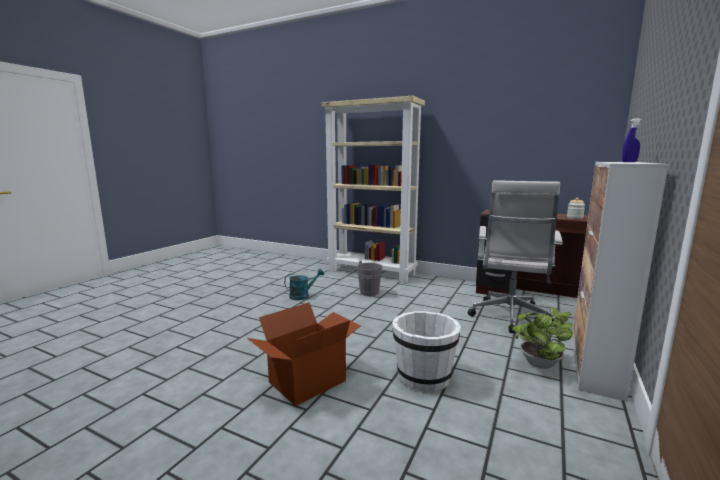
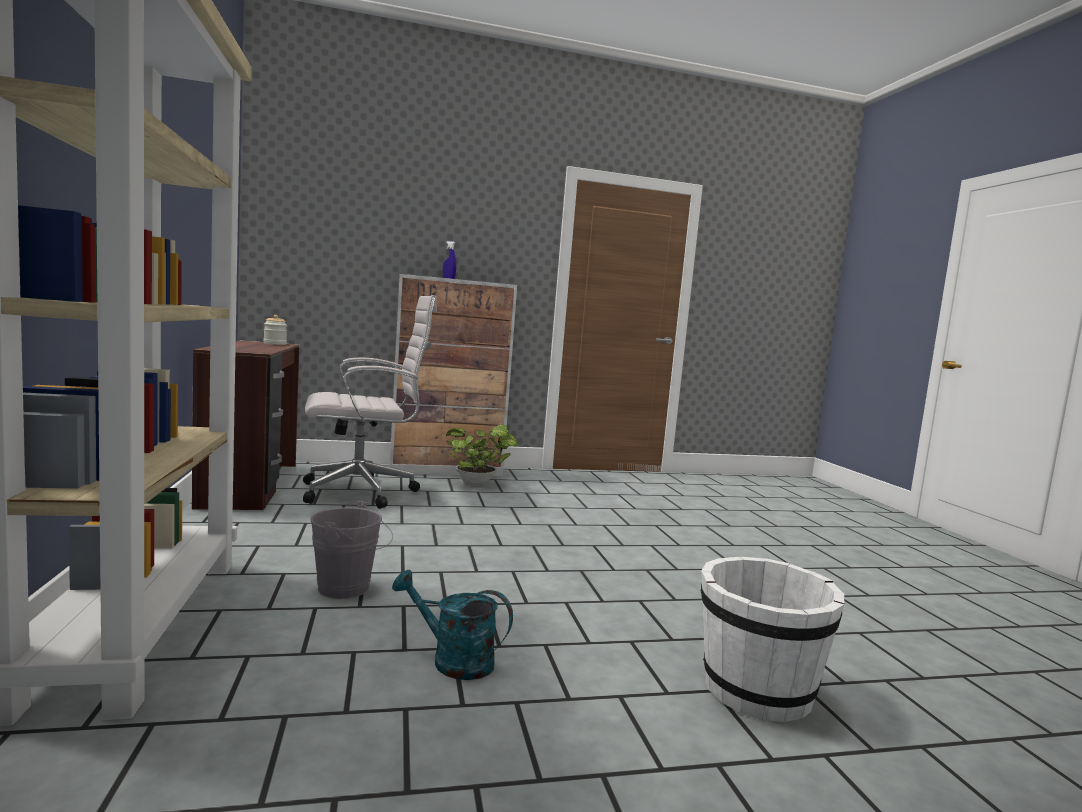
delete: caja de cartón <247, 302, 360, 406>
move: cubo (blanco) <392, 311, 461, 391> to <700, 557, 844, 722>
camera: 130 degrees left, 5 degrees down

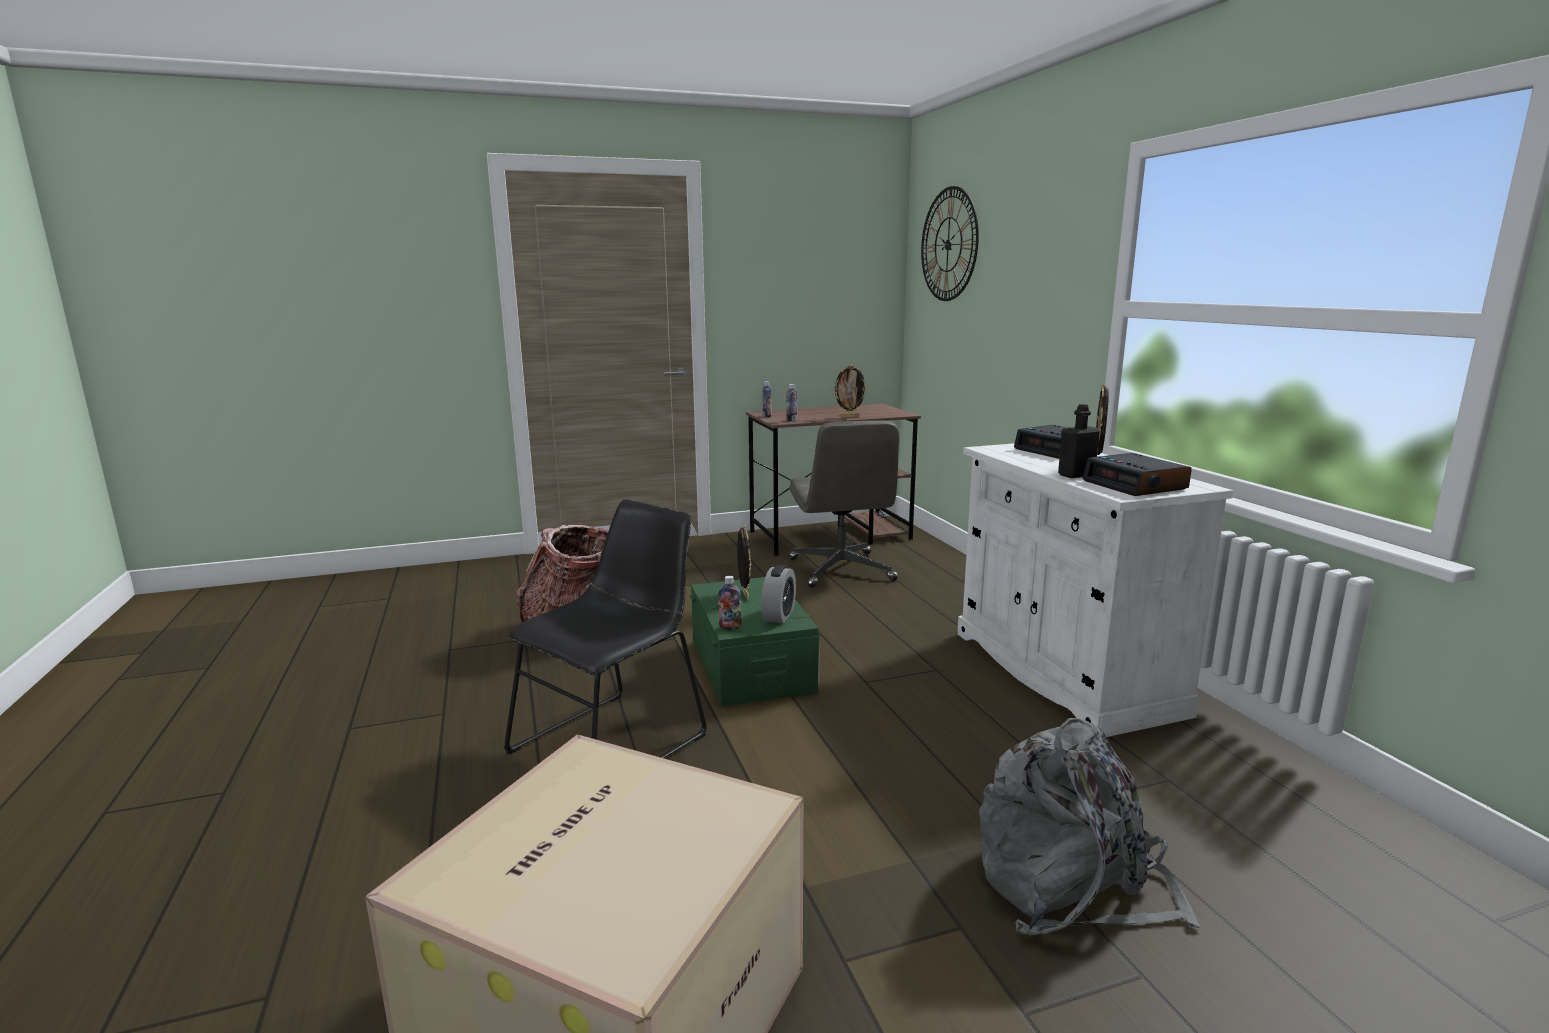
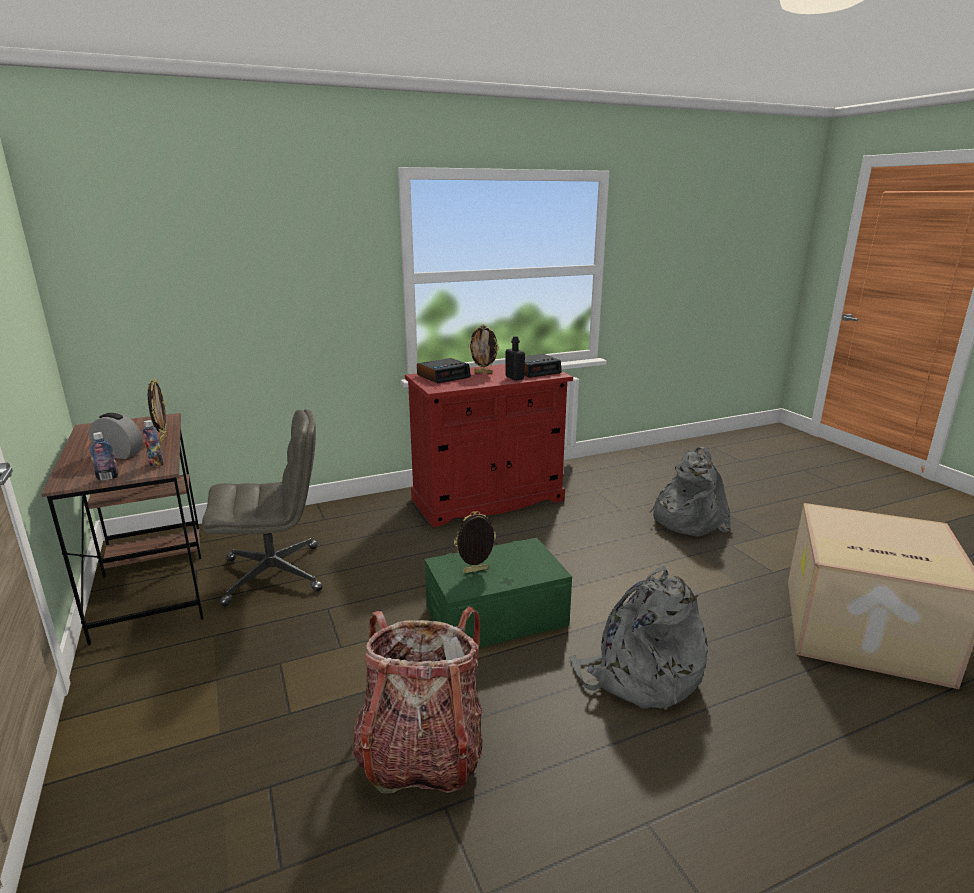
delete: botella <718, 576, 742, 630>; reloj de pared <921, 186, 979, 301>
move: despertador <761, 565, 796, 623> to <89, 413, 142, 459>
replace: silla (negro) <503, 499, 707, 758> to mochila (gris) <569, 566, 708, 708>
recolor: armario (blanco) <957, 443, 1233, 737> to armario (rojo) <405, 364, 573, 527>
camera: 95 degrees left, 5 degrees up

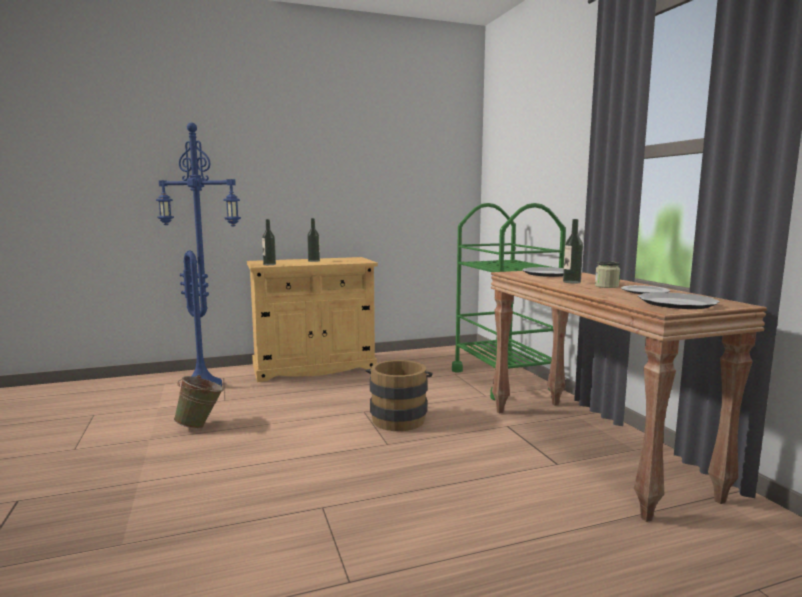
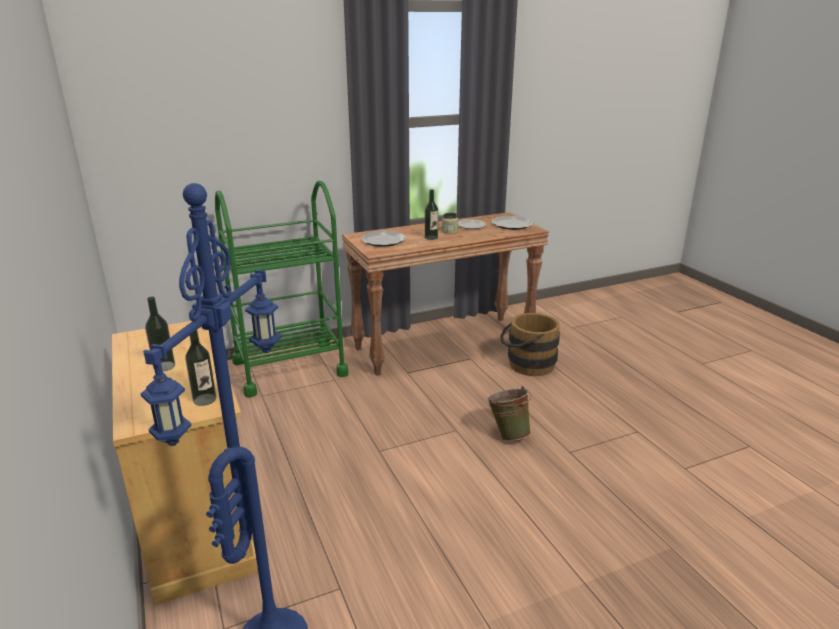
move: cubo (verde) <174, 375, 224, 429> to <487, 386, 532, 441>; cubo (marrón) <366, 360, 432, 431> to <500, 313, 560, 376>
camera: 95 degrees left, 15 degrees up

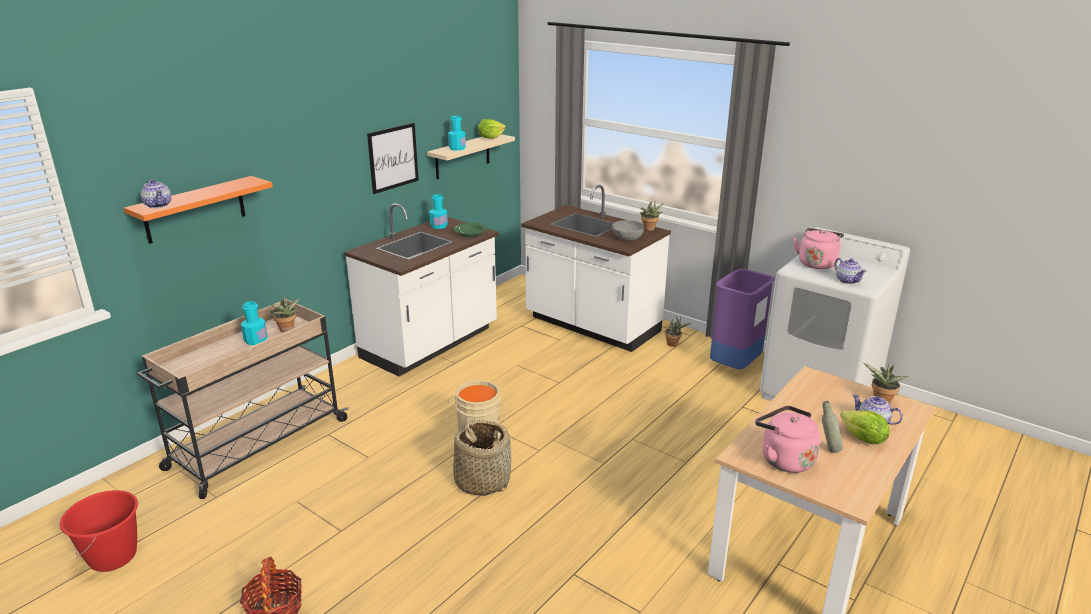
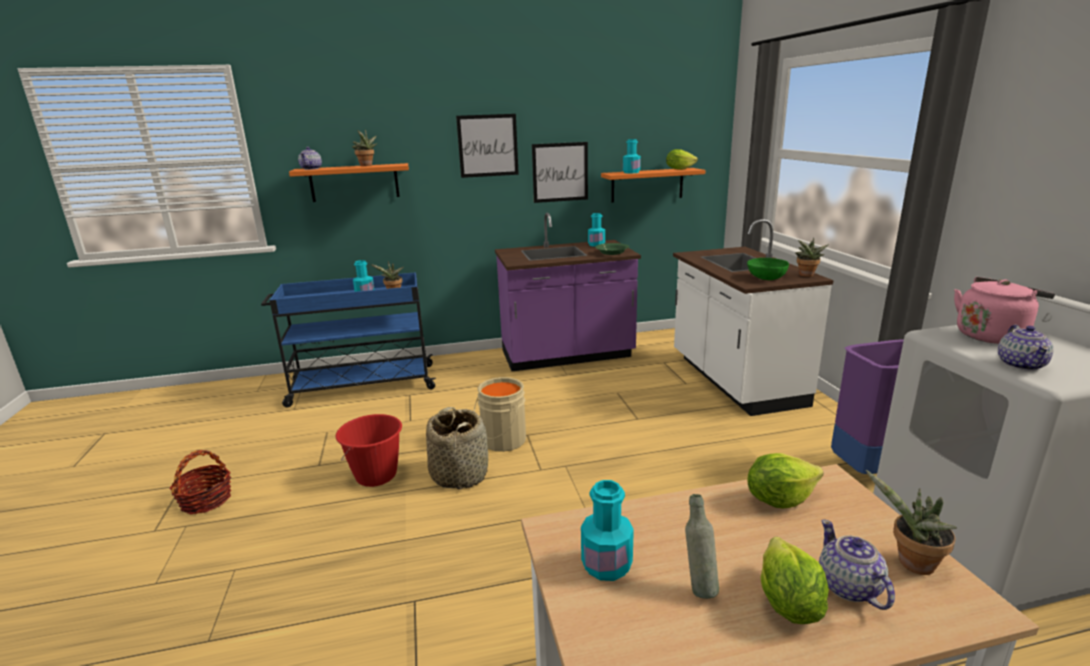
insert: cuadro <456, 114, 519, 178>; lechuga <748, 453, 824, 509>
move: cubo (rojo) <60, 490, 138, 572> to <336, 414, 402, 487>; planta en maceta <665, 316, 691, 347> to <352, 129, 377, 166>
replace: hervidor (rosa) <755, 406, 821, 473> to botella (turquesa) <581, 480, 634, 581>
recolor: carrito (beis) <137, 299, 348, 499> to carrito (azul) <261, 272, 436, 408>; mueble bajo de cocina (blanco) <344, 203, 499, 376> to mueble bajo de cocina (morado) <495, 213, 641, 371>; estante (beis) <427, 134, 515, 179> to estante (naranja) <601, 168, 705, 203>; cuenco (gris) <612, 220, 644, 241> to cuenco (verde) <747, 258, 789, 280>
camera: 40 degrees right, 5 degrees down

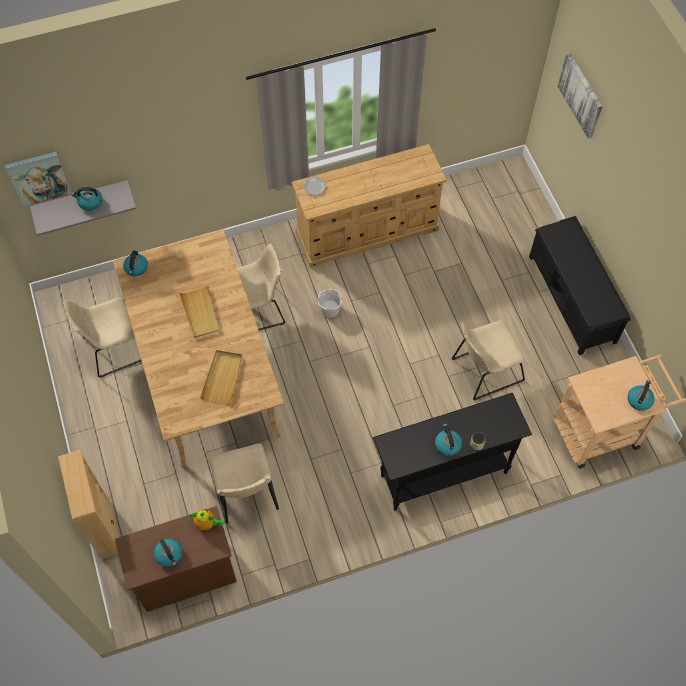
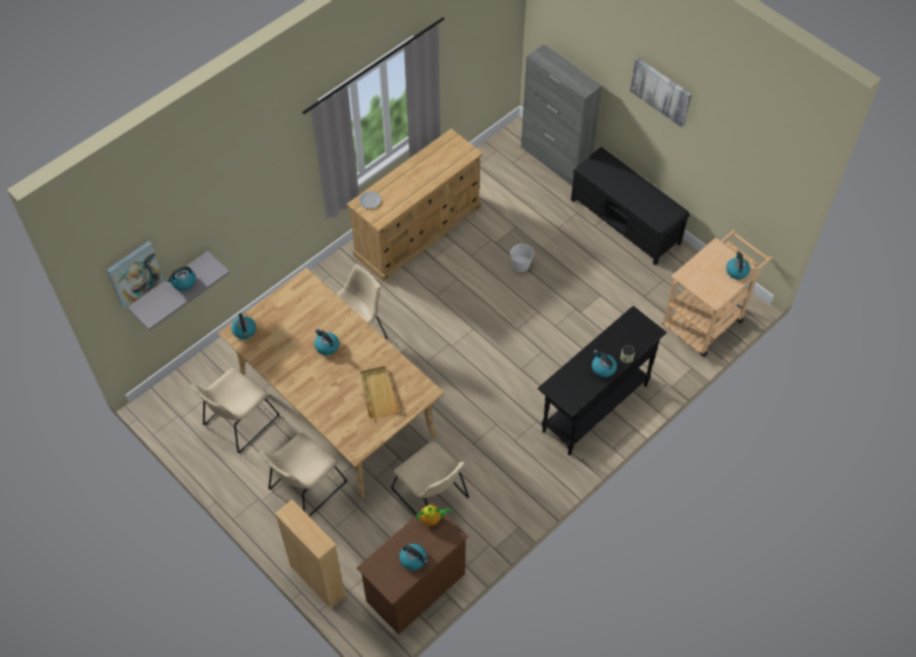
insert: armario (gris) <521, 44, 602, 186>
move: cubo (blanco) <318, 289, 342, 318> to <510, 244, 534, 272>; silla (beis) <451, 320, 525, 401> to <260, 433, 347, 517>; cuadro <558, 53, 603, 139> to <630, 58, 692, 127>
replace: bandeja (beis) <179, 285, 220, 338> to hervidor <314, 329, 339, 355>
camera: 25 degrees left, 5 degrees down

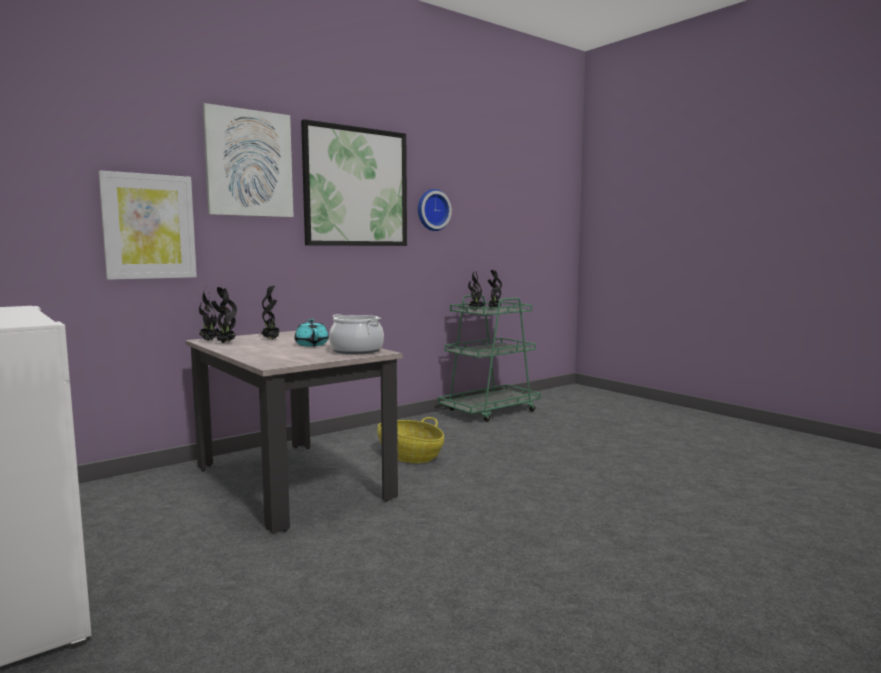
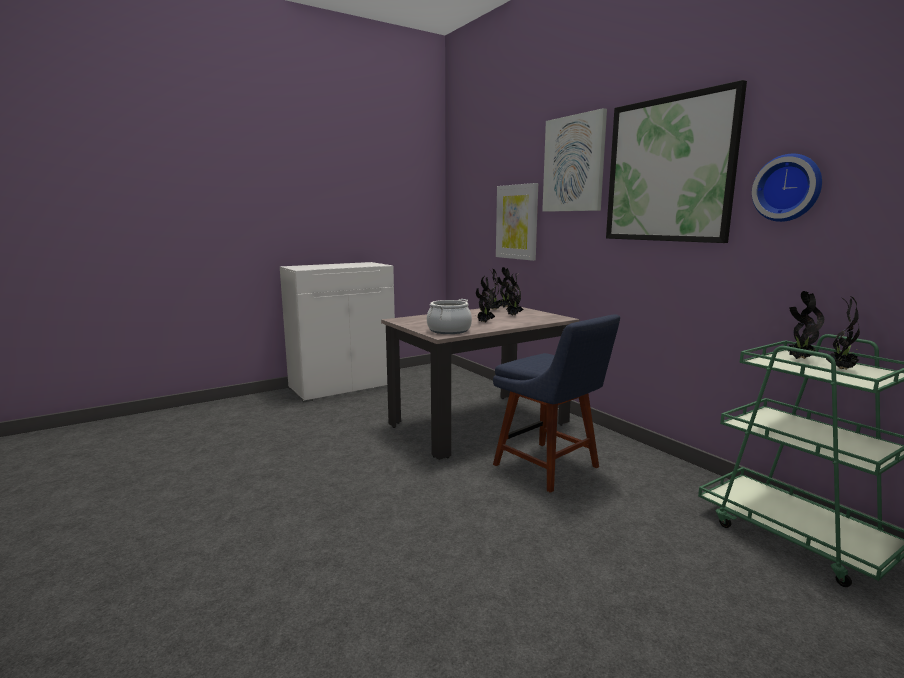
replace: tetera (turquesa) <294, 319, 329, 346> to planta en maceta <476, 276, 495, 322>; cesta <377, 417, 444, 463> to silla (azul) <493, 314, 620, 493>
camera: 95 degrees right, 5 degrees up

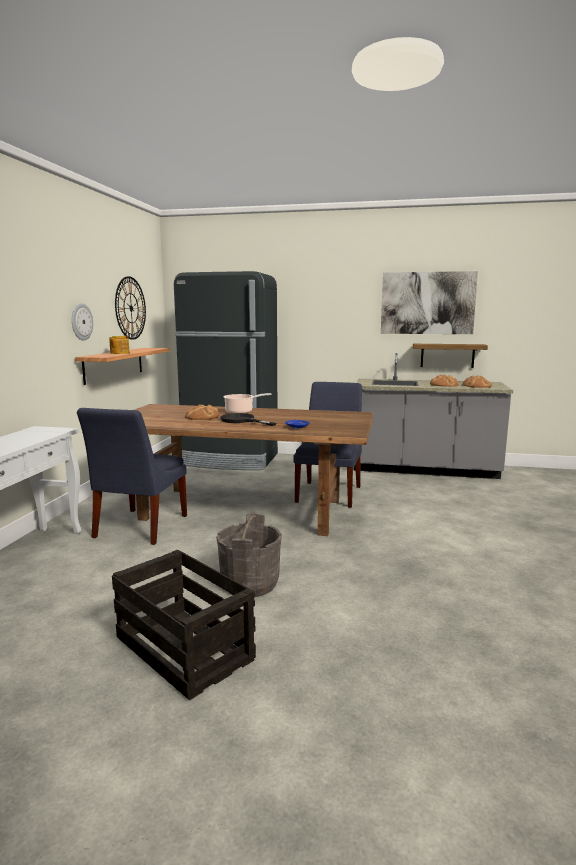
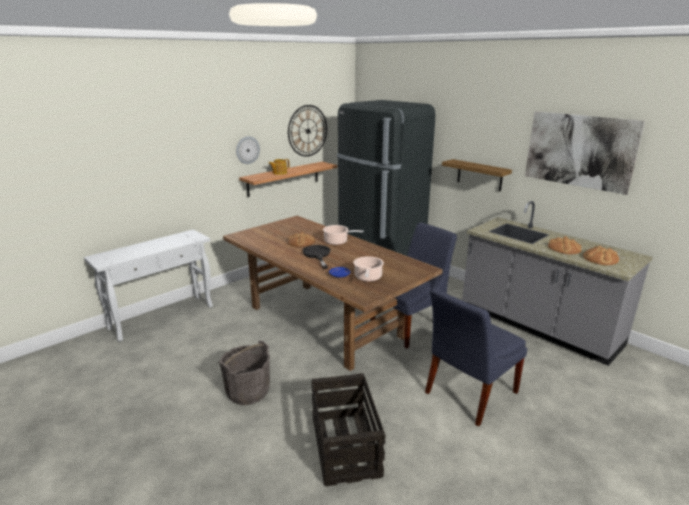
insert: olla <353, 256, 384, 282>
move: silla (azul) <77, 408, 187, 545> to <425, 288, 527, 426>; caja de embalaje <112, 550, 256, 700> to <311, 373, 385, 486>; estante <413, 344, 488, 368> to <442, 159, 512, 191>
camera: 35 degrees right, 10 degrees up

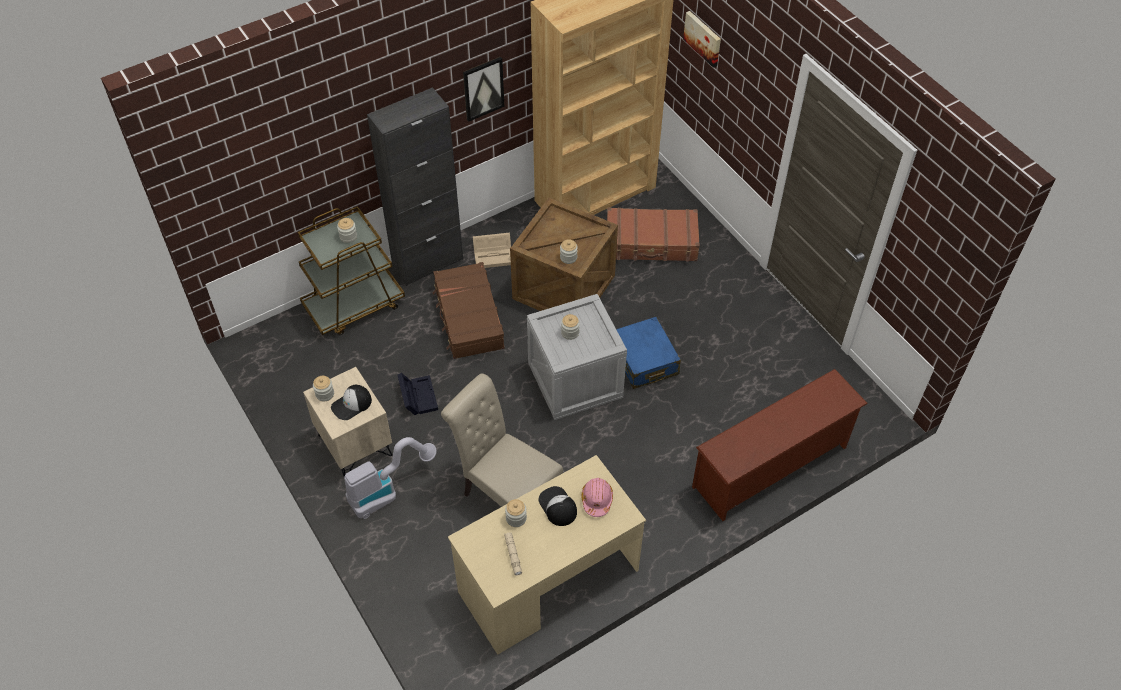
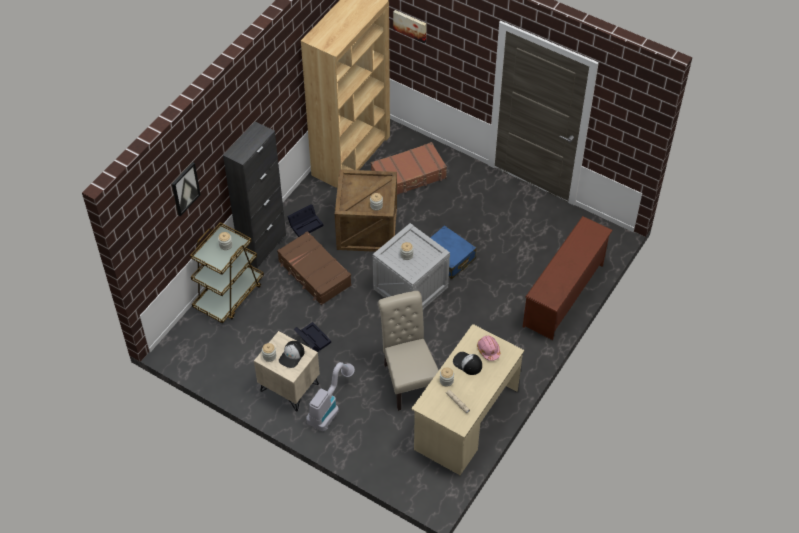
move: cuadro <463, 57, 504, 122> to <172, 162, 201, 216>
recolor: caja de almacenaje (beis) <473, 233, 511, 268> to caja de almacenaje (negro) <287, 204, 323, 237>
rotate: silla (beis) <441, 374, 563, 507> = <378, 291, 439, 411> 60 degrees clockwise
camera: 25 degrees left, 0 degrees up

